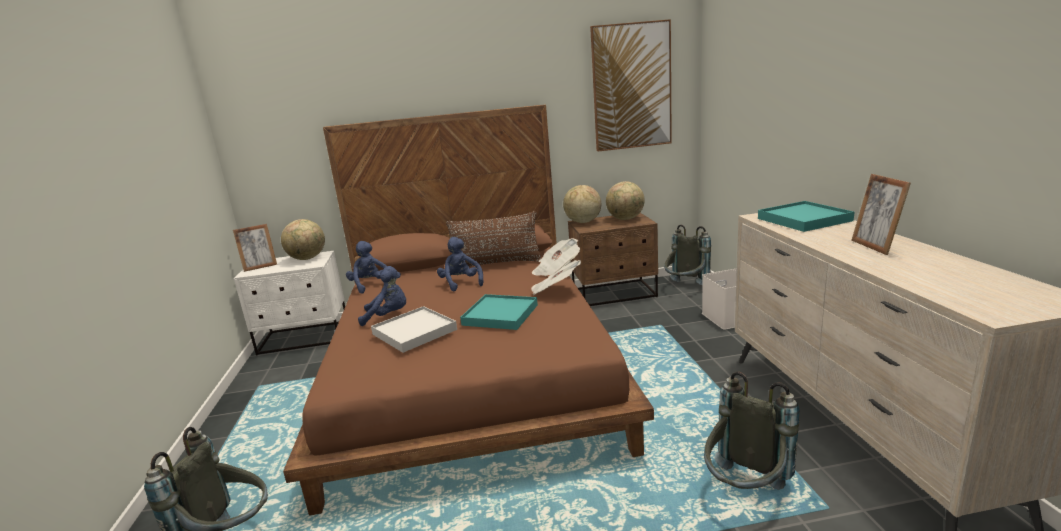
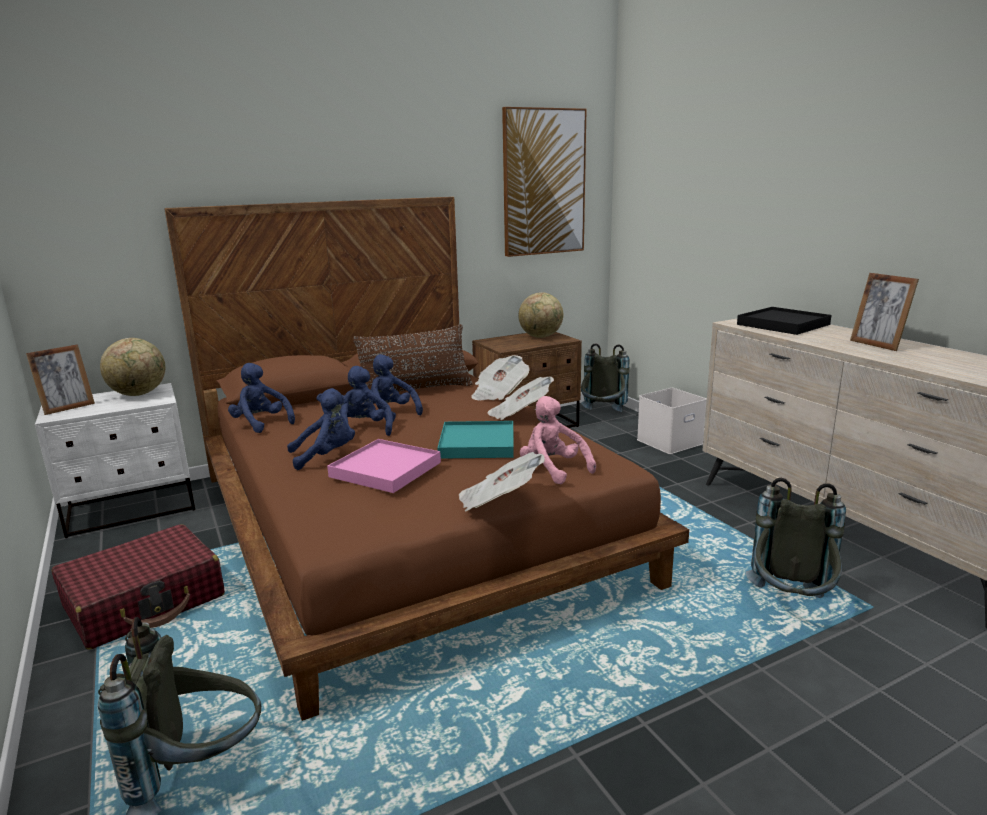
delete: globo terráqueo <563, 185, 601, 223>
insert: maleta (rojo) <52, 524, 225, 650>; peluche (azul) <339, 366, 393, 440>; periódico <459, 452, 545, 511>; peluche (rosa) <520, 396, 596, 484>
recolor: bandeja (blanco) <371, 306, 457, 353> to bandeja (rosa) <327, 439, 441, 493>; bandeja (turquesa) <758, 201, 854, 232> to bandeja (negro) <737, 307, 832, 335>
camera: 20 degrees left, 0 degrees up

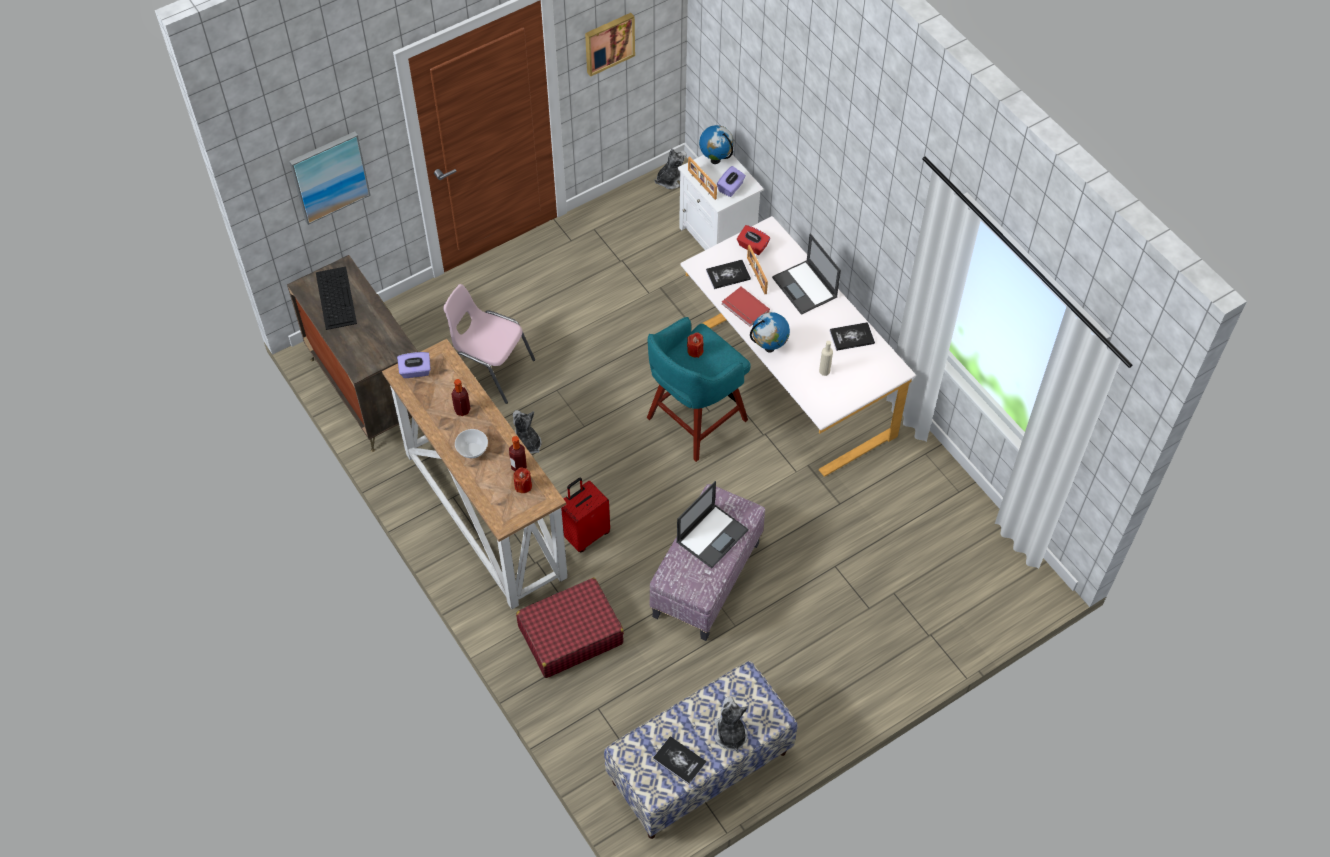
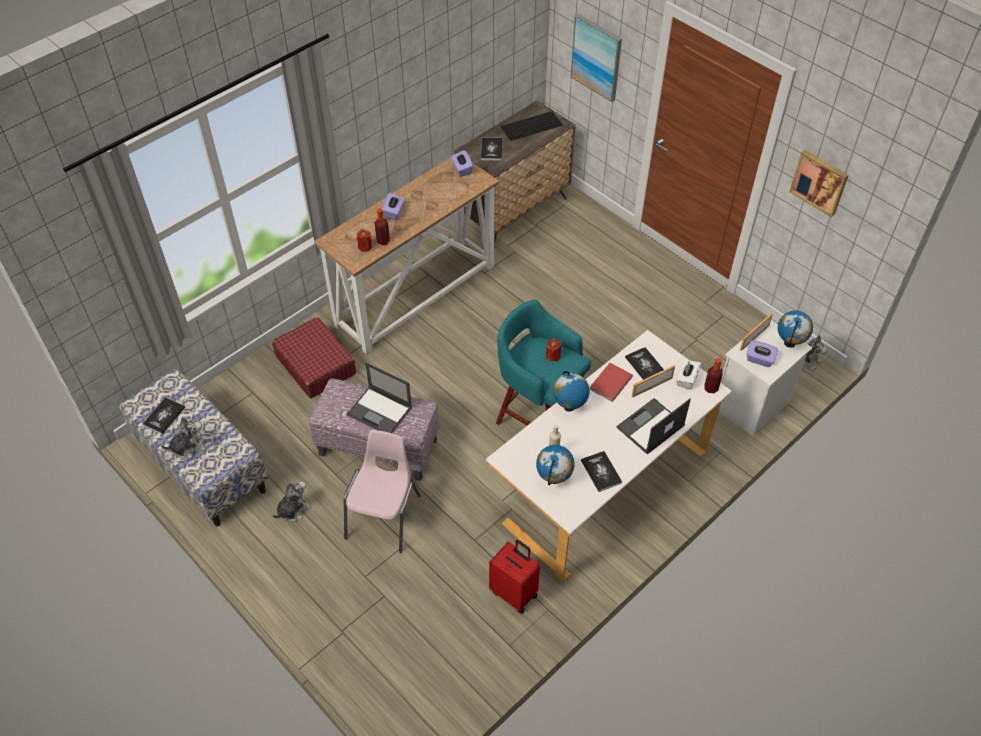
insert: libro <481, 138, 502, 160>; globo terráqueo <536, 445, 575, 485>
move: silla (rosa) <443, 284, 535, 404> to <344, 430, 421, 553>; botella <451, 379, 470, 416> to <704, 358, 723, 394>; peluche <513, 410, 542, 453> to <273, 482, 311, 522>; maleta (rojo) <561, 478, 610, 552> to <489, 540, 540, 614>
replace: cuenco <455, 429, 488, 458> to caja de pañuelos (morado) <382, 193, 404, 220>
recolor: caja de pañuelos (rojo) <737, 225, 770, 255> to caja de pañuelos (blanco) <676, 360, 701, 390>
camera: 80 degrees right, 5 degrees down

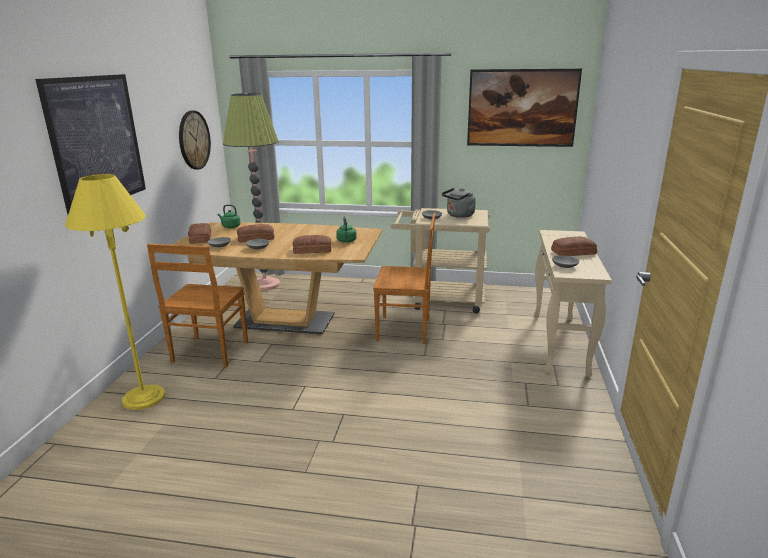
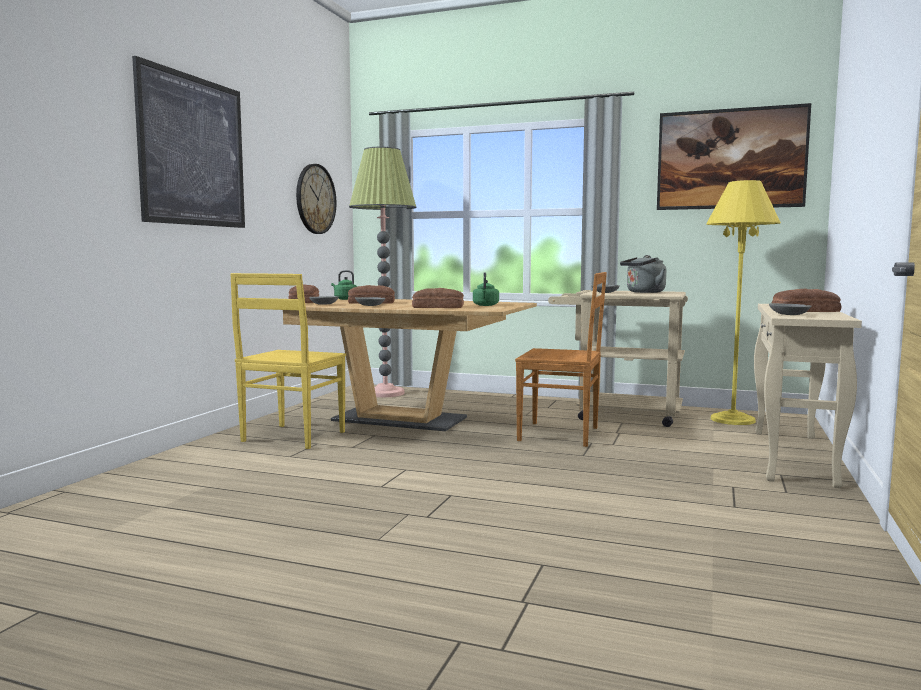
move: lámpara de pie (amarillo) <65, 174, 165, 410> to <706, 180, 781, 425>
recolor: silla (marrón) <147, 244, 248, 367> to silla (amarillo) <230, 273, 346, 449>
camera: 10 degrees right, 15 degrees down

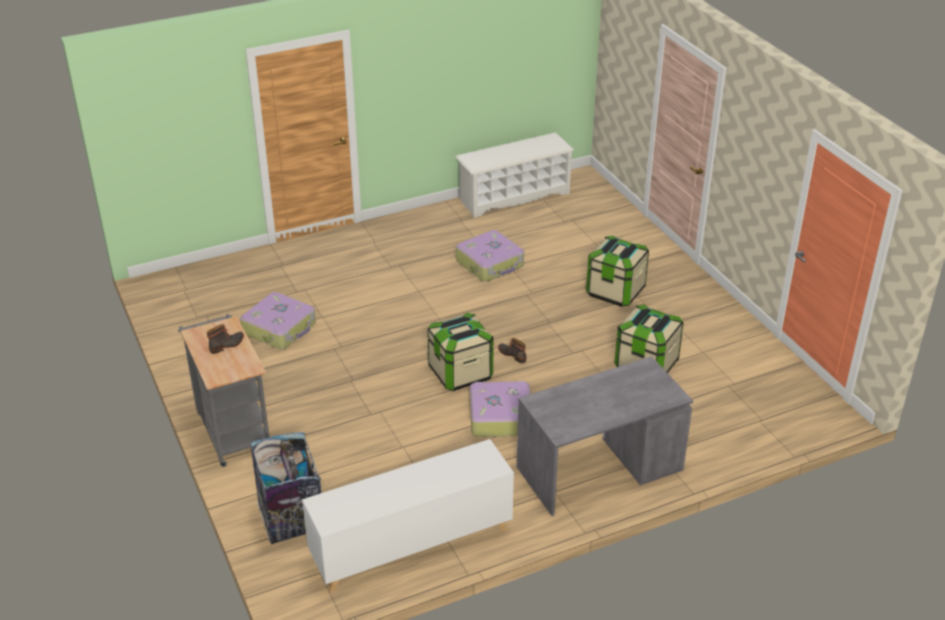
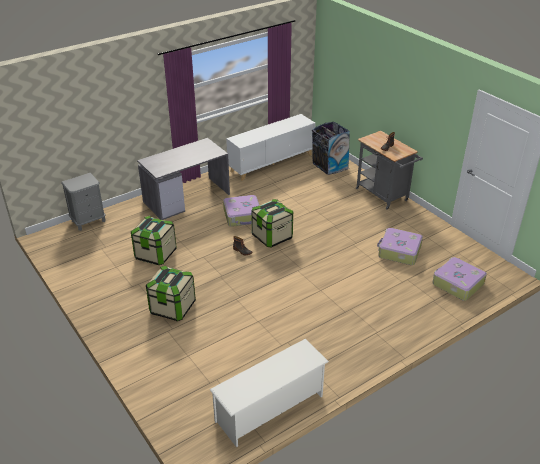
insert: mesita de noche (gris) <61, 173, 106, 231>
move: maleta <456, 230, 524, 282> to <432, 257, 487, 301>
camera: 170 degrees right, 0 degrees up

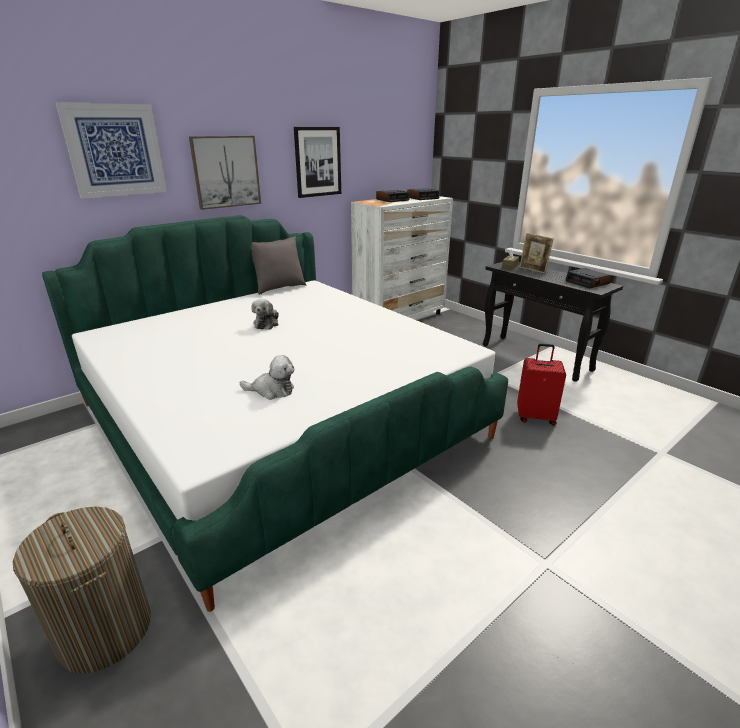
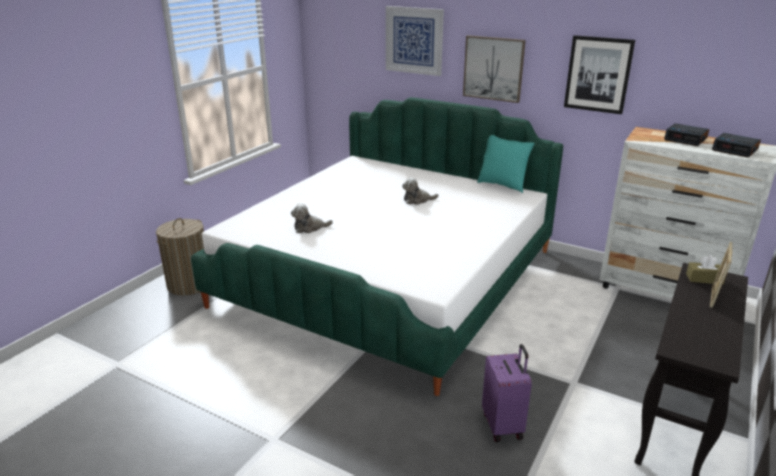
delete: despertador <565, 268, 611, 289>
recolor: cojín (gris) <251, 236, 306, 295> to cojín (turquesa) <477, 135, 535, 193>; maleta (rojo) <517, 344, 566, 426> to maleta (morado) <482, 344, 532, 442>
rotate: peluche <240, 355, 295, 400> = <291, 203, 333, 233> 90 degrees clockwise
camera: 70 degrees right, 0 degrees up

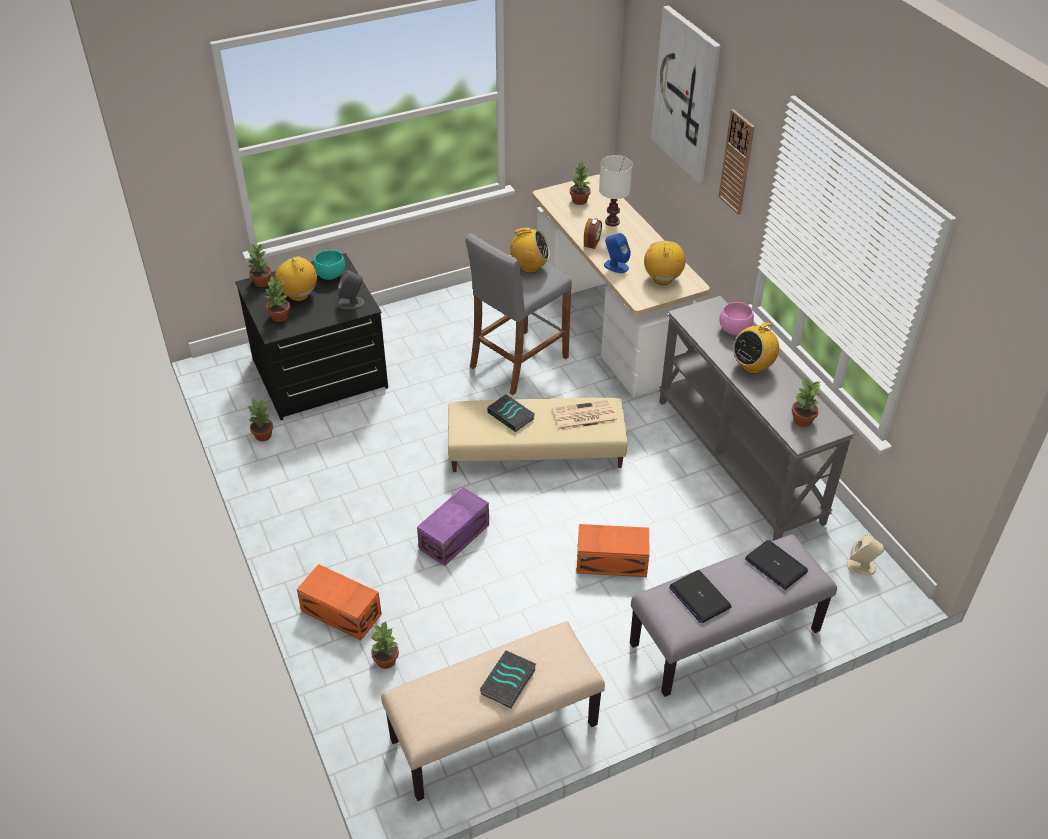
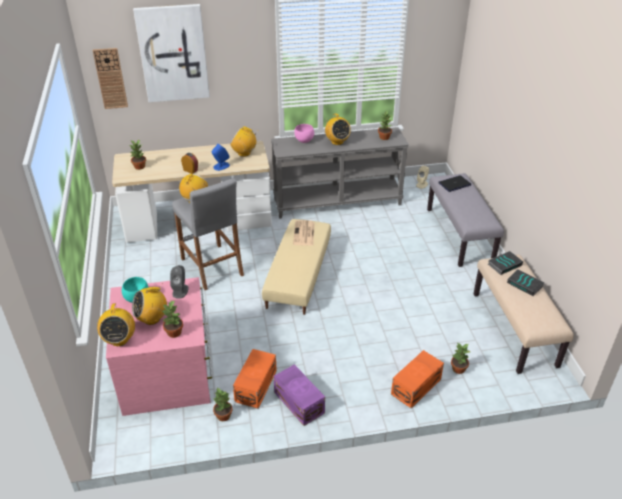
delete: lámpara de mesa (blanco) <599, 155, 633, 226>; portátil <669, 570, 732, 623>
move: caja de almacenaje (morado) <417, 487, 489, 566> to <274, 364, 325, 426>; libro <487, 394, 535, 432> to <488, 251, 523, 275>; caja de almacenaje (naranja) <577, 524, 650, 577> to <233, 349, 277, 408>; reloj de pared <719, 109, 755, 215> to <92, 48, 128, 109>
replace: planta en maceta <247, 244, 272, 287> to radio <97, 303, 135, 346>
recolor: cómoda (negro) <235, 253, 388, 420> to cómoda (rosa) <106, 277, 212, 416>
camera: 75 degrees left, 5 degrees down

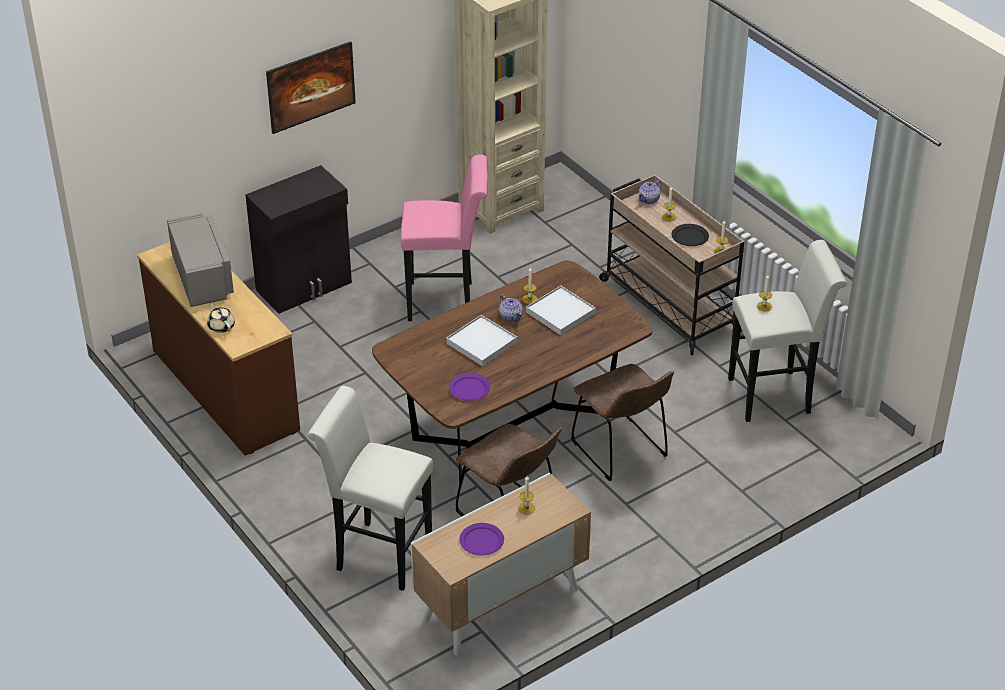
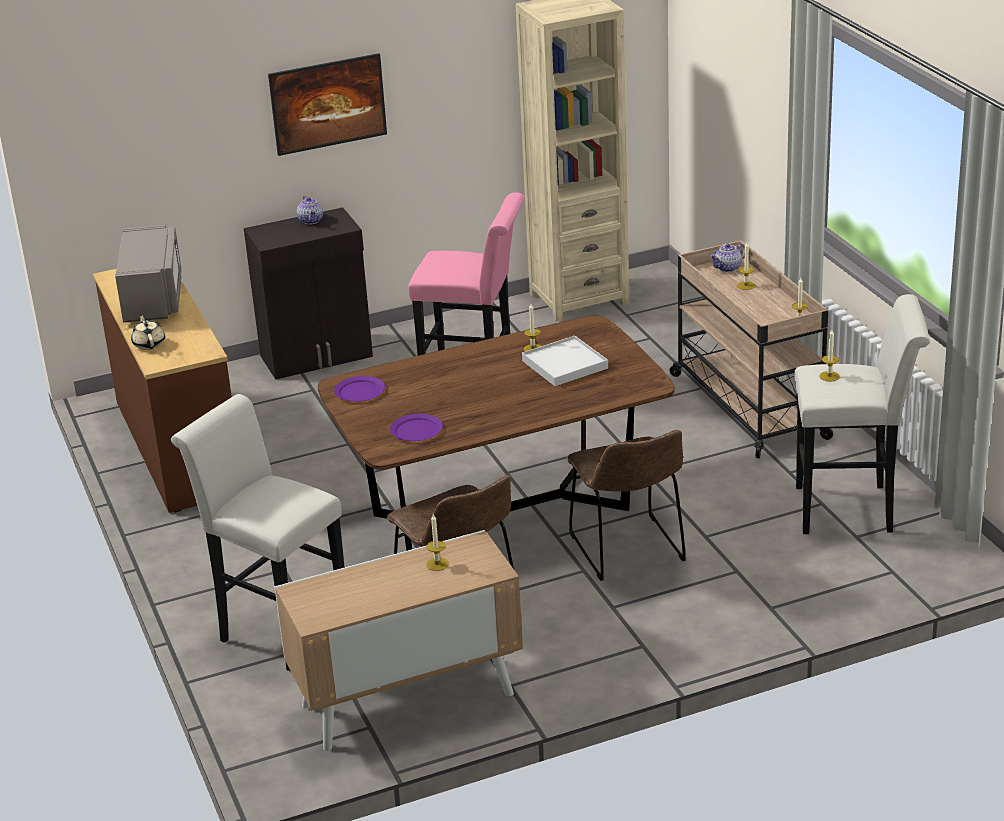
delete: bandeja (blanco) <446, 315, 517, 366>; plato (negro) <672, 224, 709, 246>
move: plato (morado) <460, 523, 504, 555> to <334, 376, 385, 402>; tetera <499, 294, 523, 322> to <297, 196, 323, 225>
camera: 15 degrees right, 10 degrees down

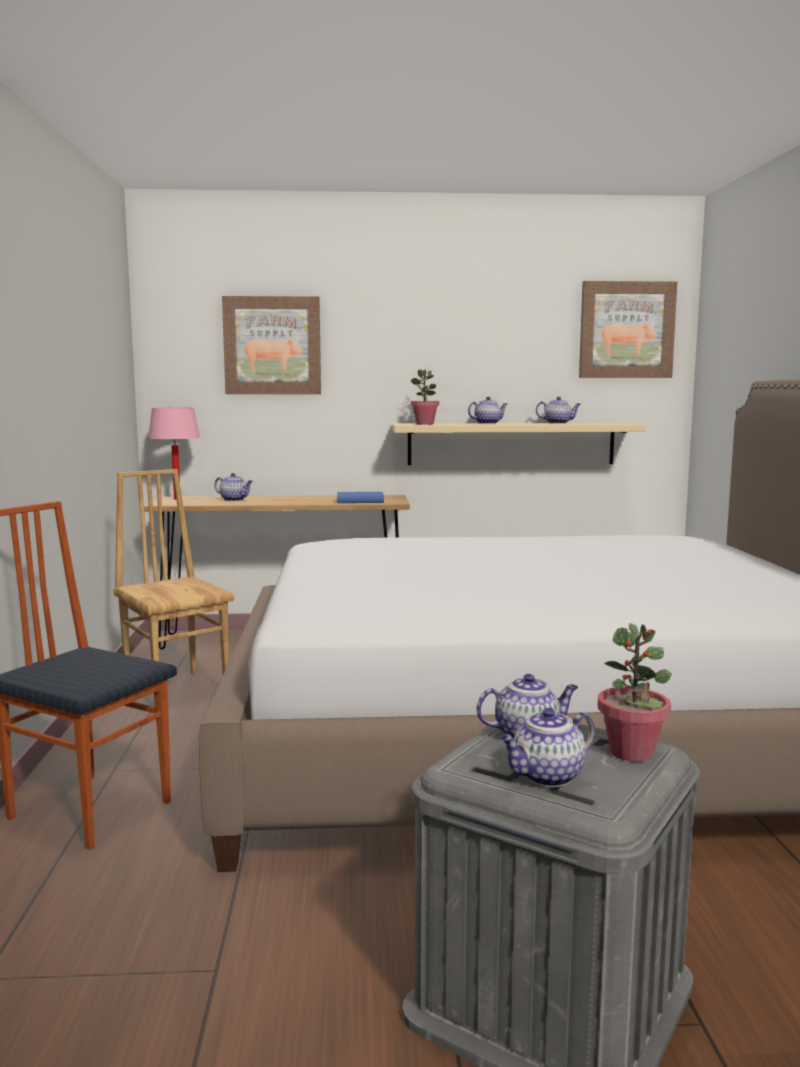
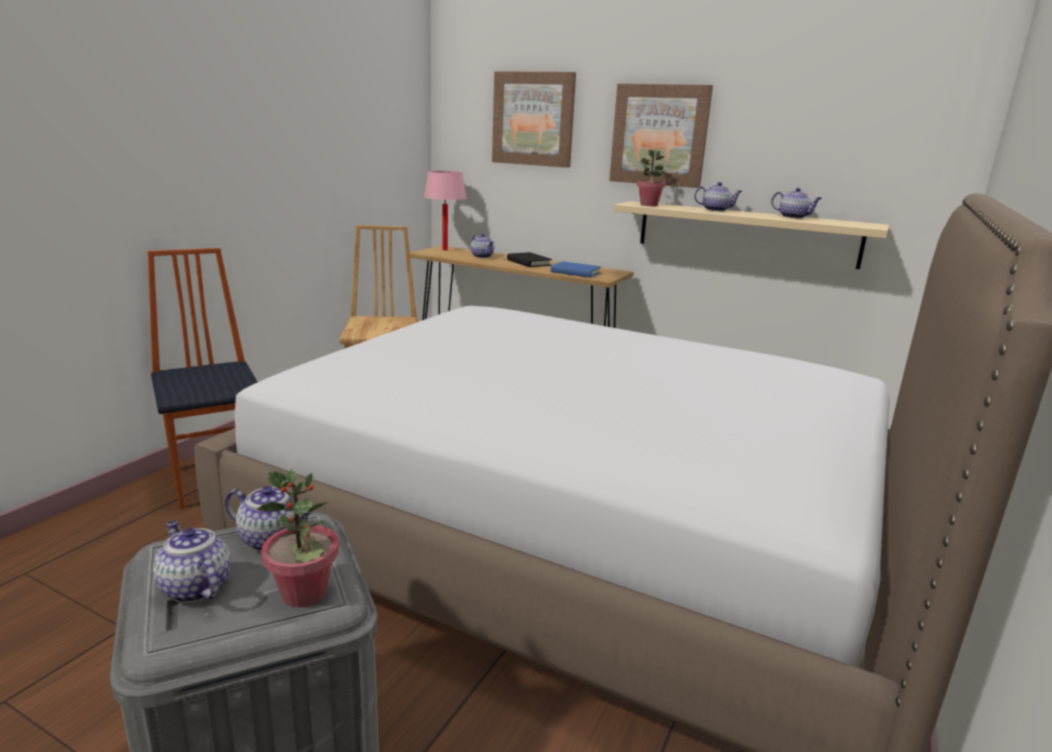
insert: libro (negro) <507, 252, 552, 267>
move: cuadro <579, 281, 677, 378> to <609, 84, 713, 188>
rotate: tetera <500, 708, 595, 787> = <153, 521, 231, 603> 45 degrees clockwise
camera: 30 degrees right, 10 degrees up

